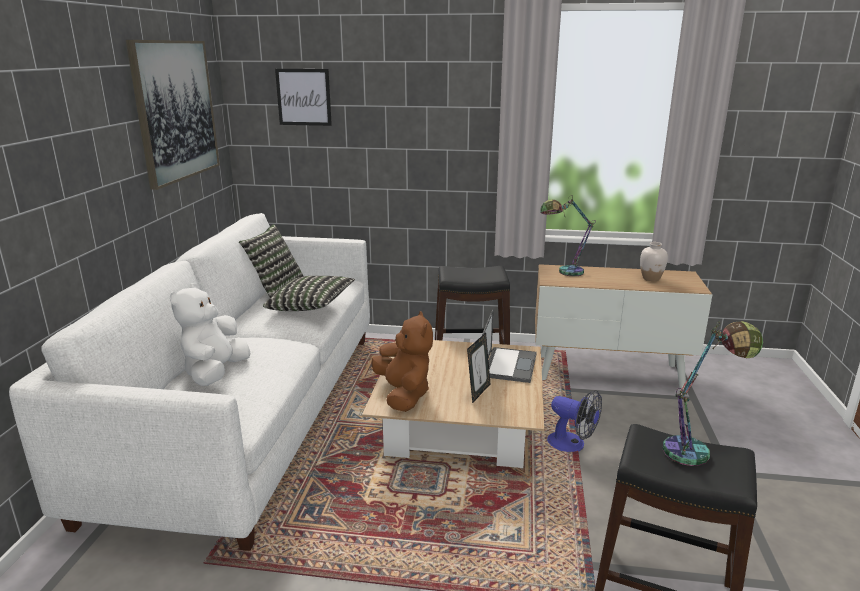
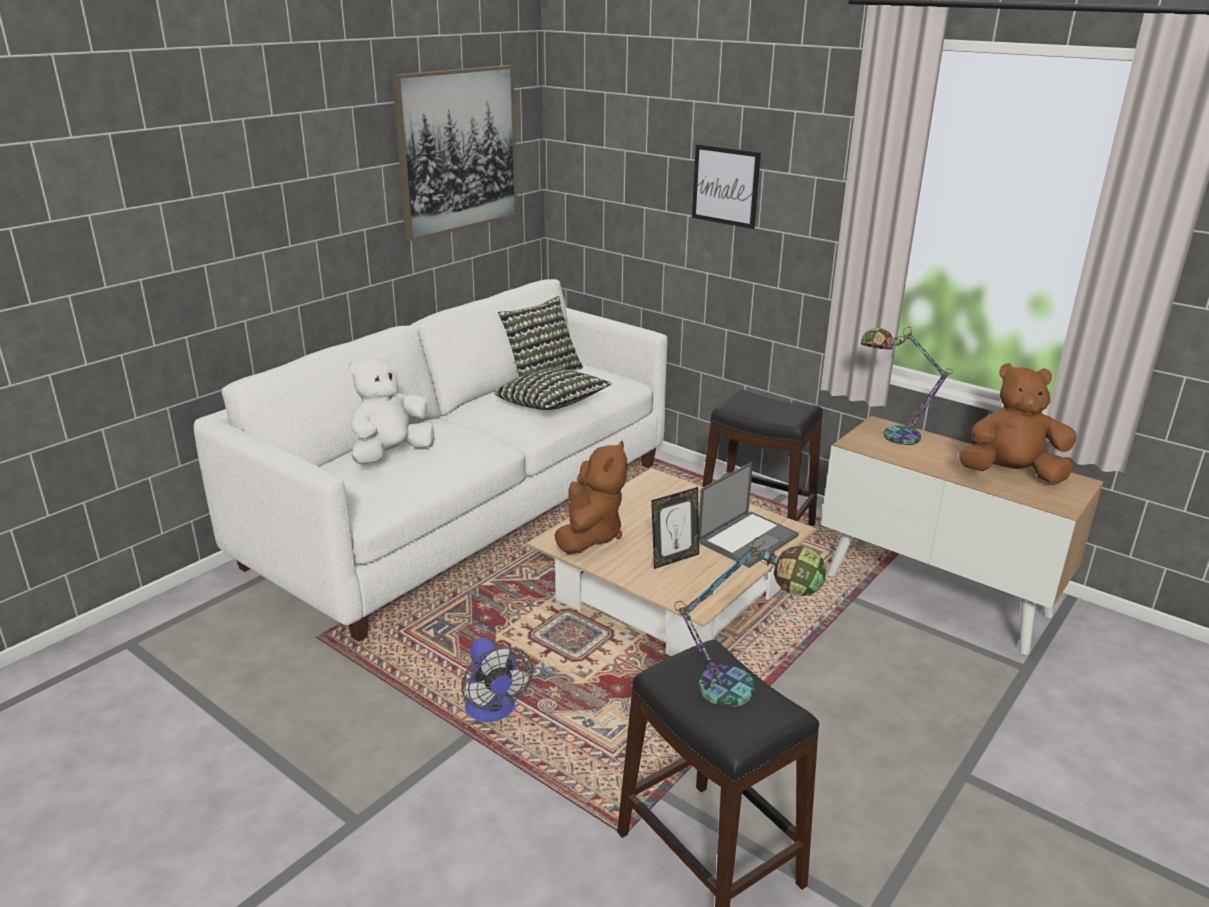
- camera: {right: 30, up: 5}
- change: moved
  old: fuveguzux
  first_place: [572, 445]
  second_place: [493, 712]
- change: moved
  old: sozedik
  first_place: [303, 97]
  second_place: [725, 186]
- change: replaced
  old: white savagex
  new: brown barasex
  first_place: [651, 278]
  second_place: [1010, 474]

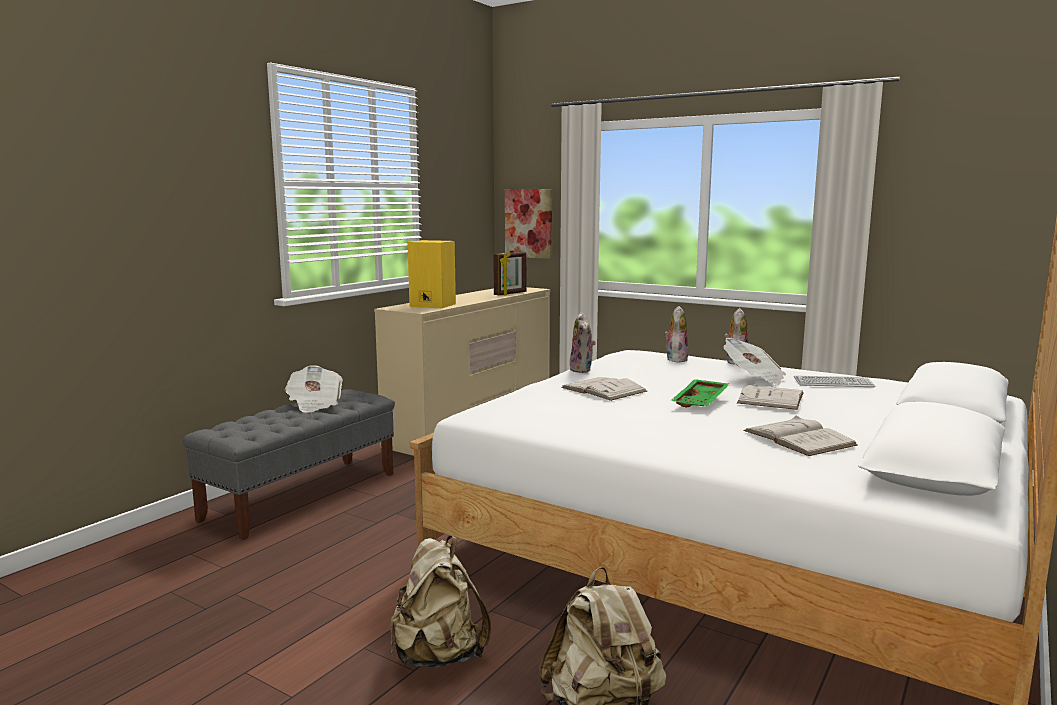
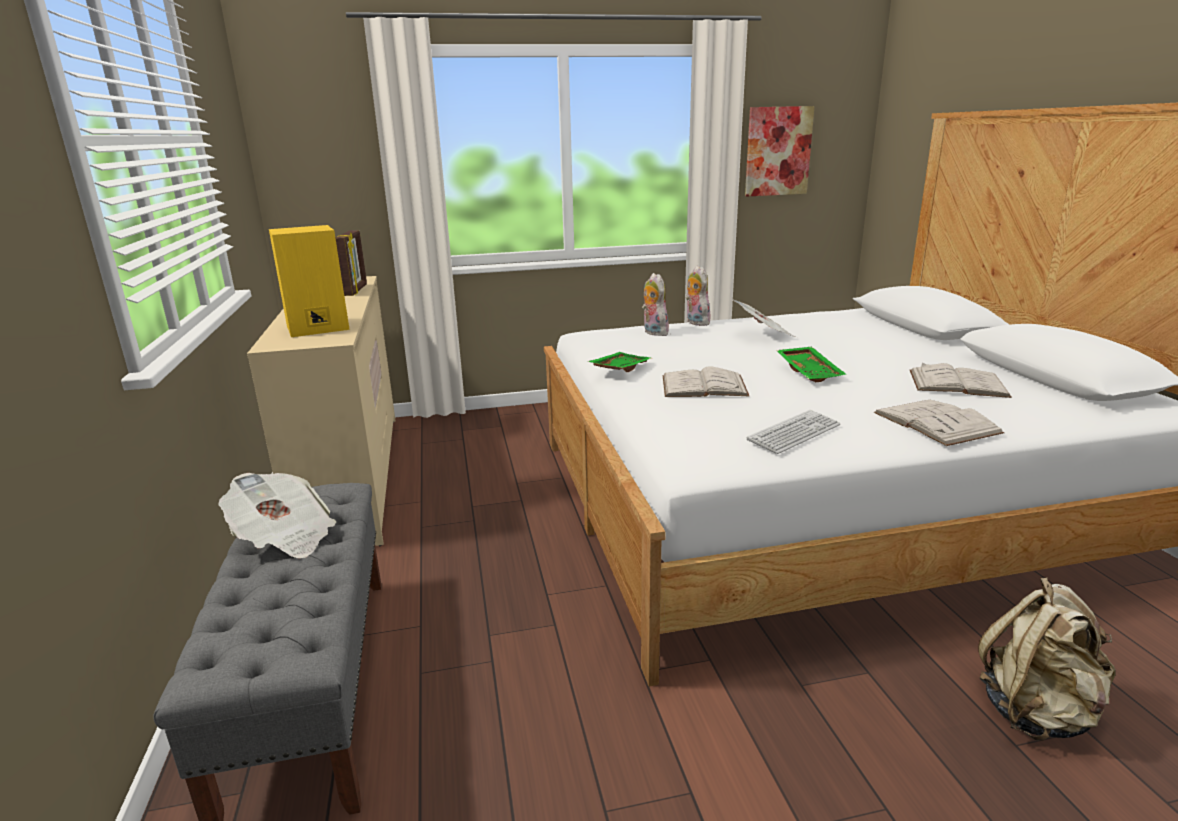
- camera: {right: -45, up: 10}
- change: replaced
  old: barasex
  new: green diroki
  first_place: [582, 370]
  second_place: [619, 369]
- change: moved
  old: sozedik
  first_place: [529, 223]
  second_place: [778, 151]
- change: moved
  old: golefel
  first_place: [833, 383]
  second_place: [794, 433]
- change: moved
  old: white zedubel
  first_place: [771, 398]
  second_place: [936, 422]
- change: removed
  old: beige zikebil
  first_place: [438, 655]

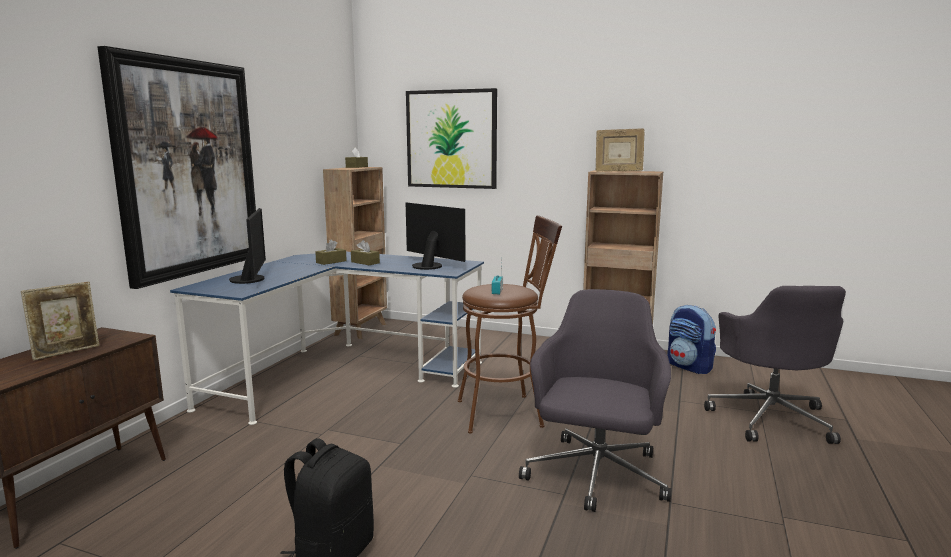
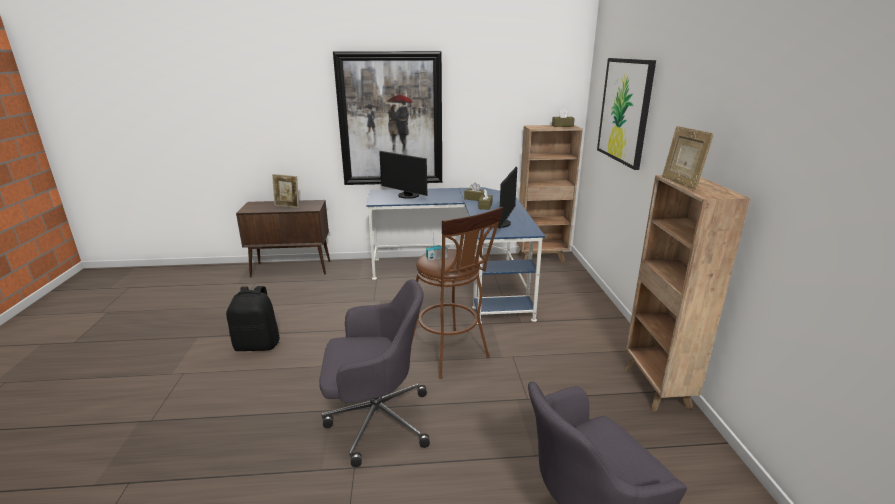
- camera: {right: 65, up: 10}
- change: turned
  old: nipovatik
  first_place: [251, 279]
  second_place: [407, 196]
  degrees: 75
- change: removed
  old: zikebil
  first_place: [689, 367]

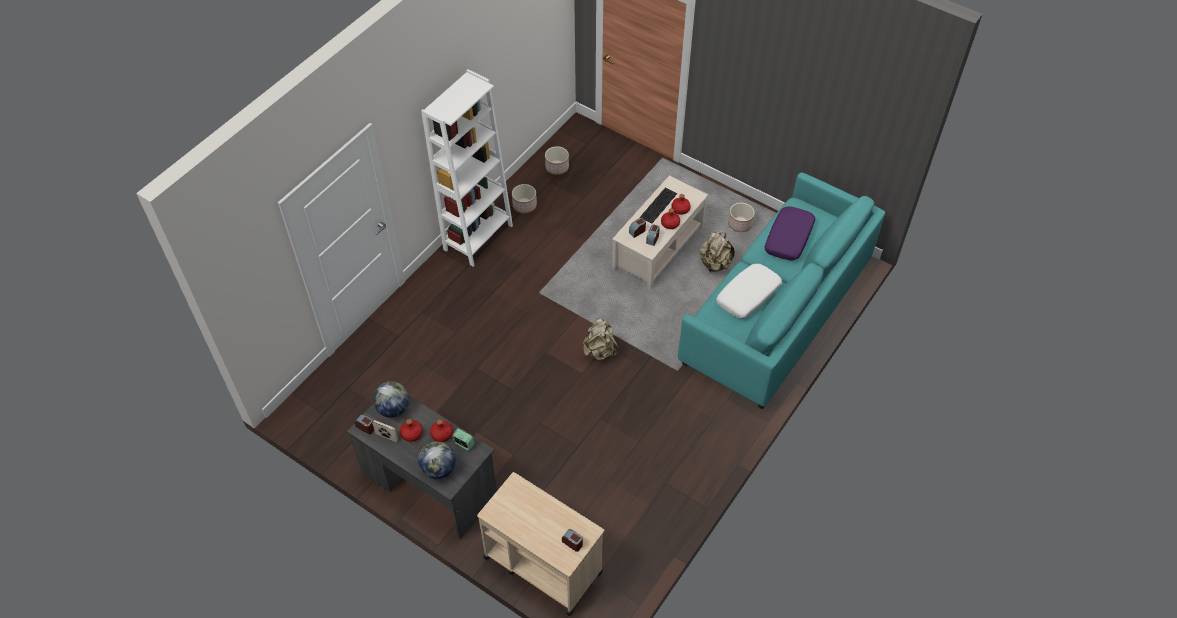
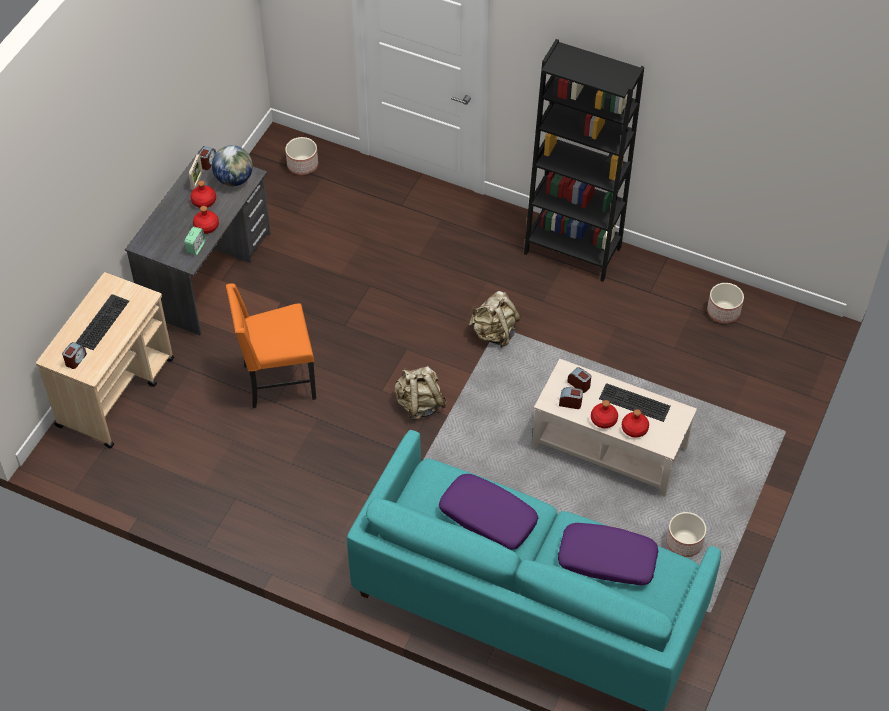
- camera: {right: 80, up: 0}
- change: added
  new: golefel
  second_place: [101, 321]
- change: added
  new: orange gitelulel
  second_place: [277, 381]
- change: moved
  old: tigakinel
  first_place: [524, 205]
  second_place: [303, 164]
- change: recoloured
  old: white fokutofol
  new: purple fokutofol
  first_place: [748, 296]
  second_place: [487, 517]
- change: moved
  old: beige zikebil
  first_place: [715, 264]
  second_place: [494, 333]
- change: recoloured
  old: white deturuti
  new: black deturuti
  first_place: [478, 237]
  second_place: [572, 250]
- change: removed
  old: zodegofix
  first_place: [438, 469]

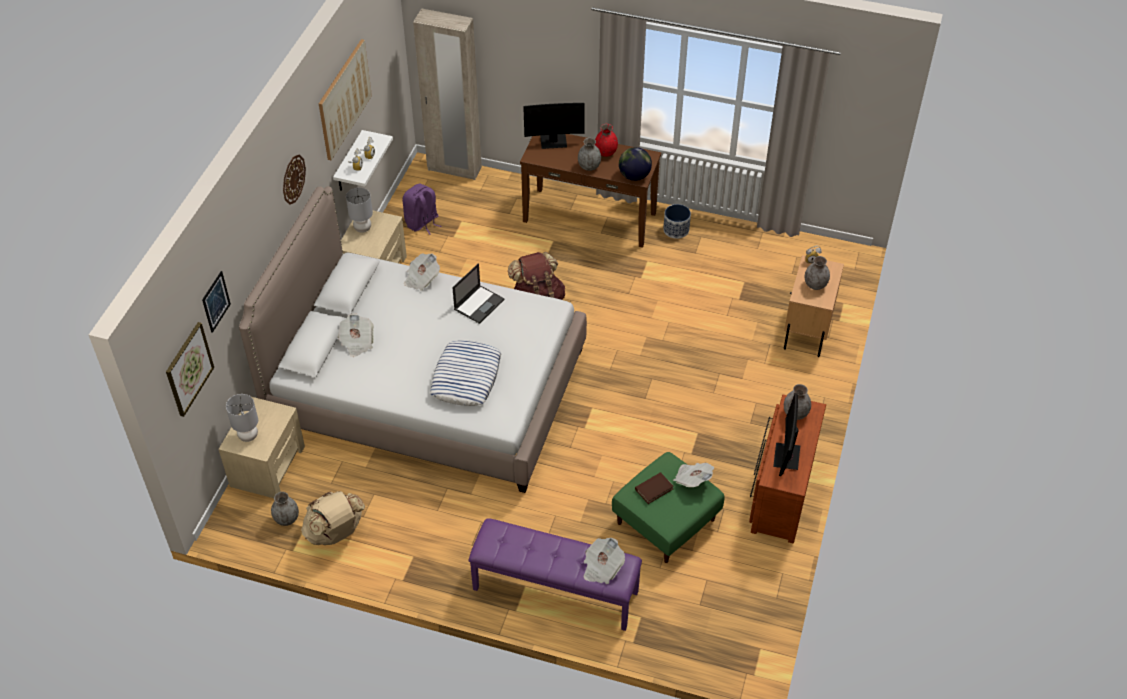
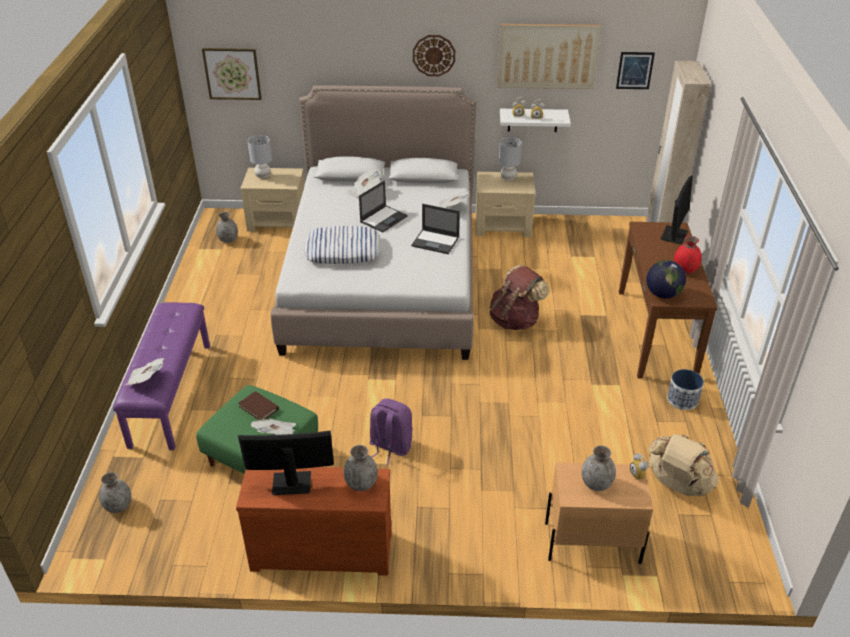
- camera: {right: 75, up: -10}
- change: moved
  old: grey savagex
  first_place: [589, 167]
  second_place: [118, 506]
- change: added
  new: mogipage
  second_place: [384, 219]
- change: moved
  old: purple zikebil
  first_place: [422, 223]
  second_place: [390, 447]
- change: moved
  old: sozedik
  first_place: [216, 301]
  second_place: [635, 70]
- change: moved
  old: beige zikebil
  first_place: [335, 533]
  second_place: [678, 485]
- change: turned
  old: nipovatik
  first_place: [553, 142]
  second_place: [674, 235]
  degrees: -135

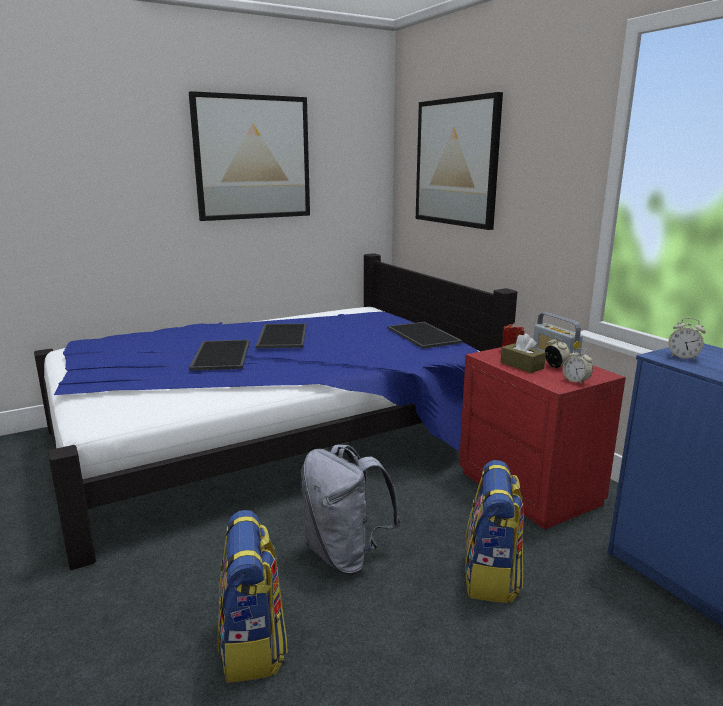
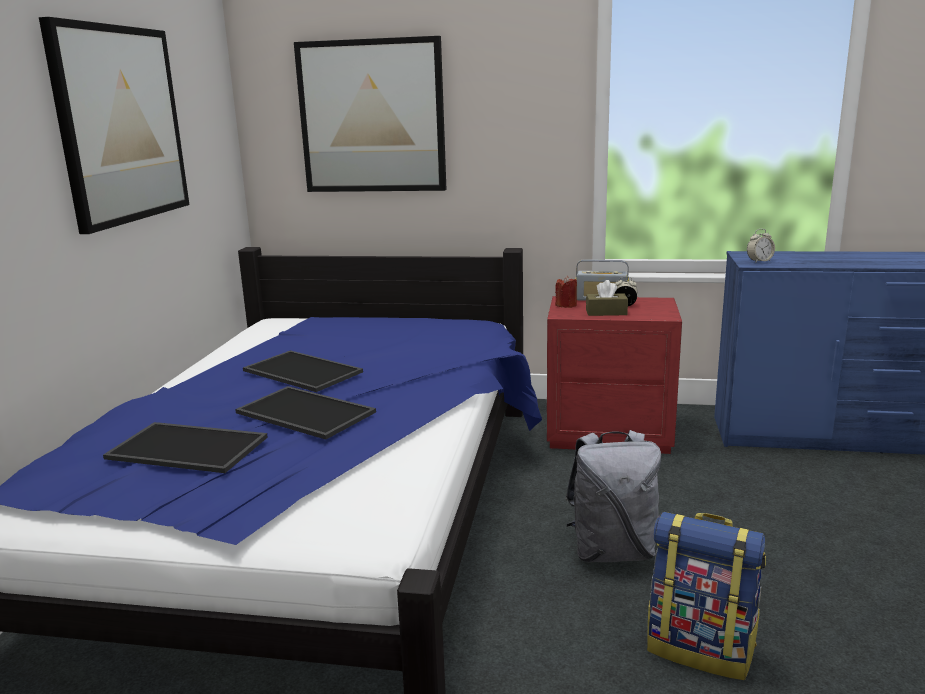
- camera: {right: -50, up: 0}
- change: moved
  old: diroki
  first_place: [424, 335]
  second_place: [190, 447]
- change: removed
  old: zikebil
  first_place: [492, 576]
- change: removed
  old: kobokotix
  first_place: [576, 381]

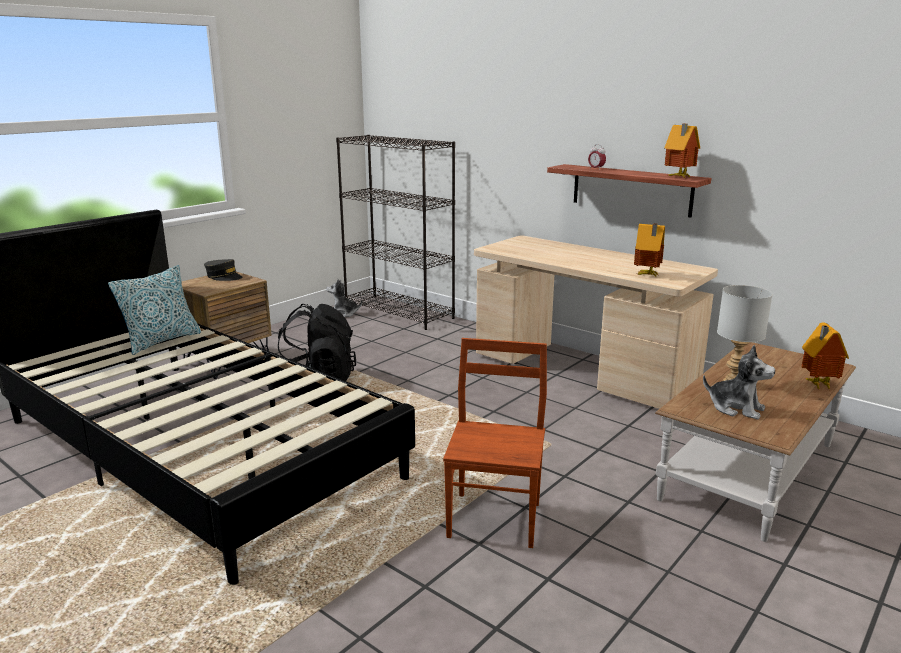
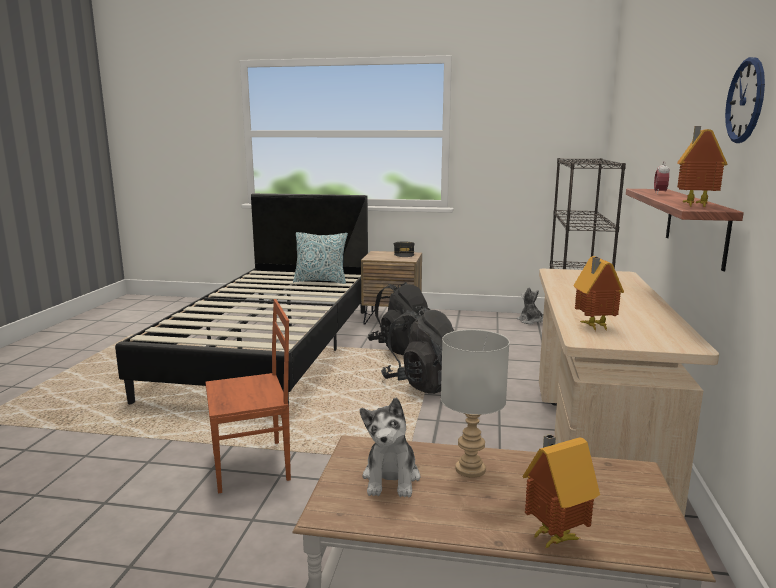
- camera: {right: 60, up: -5}
- change: added
  new: black zikebil
  second_place: [422, 384]
- change: added
  new: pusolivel
  second_place: [745, 101]

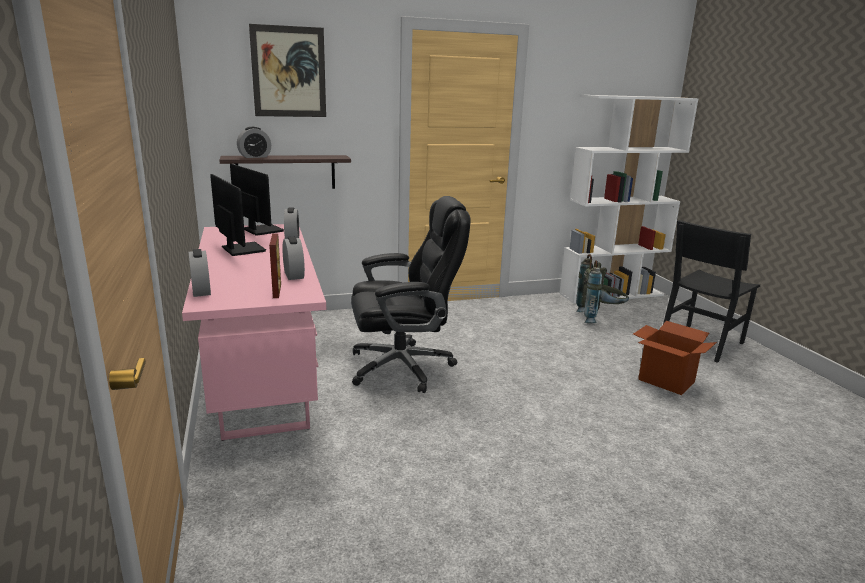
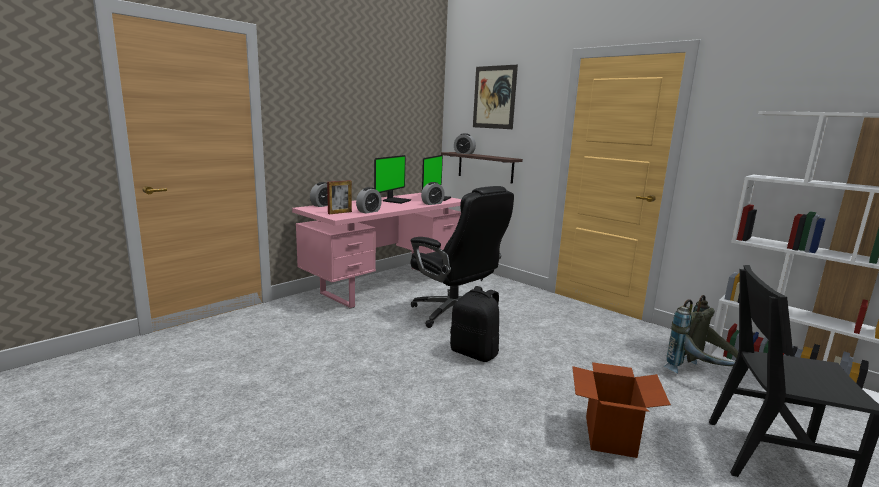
- camera: {right: 60, up: -5}
- change: added
  new: black zikebil
  second_place: [475, 353]

